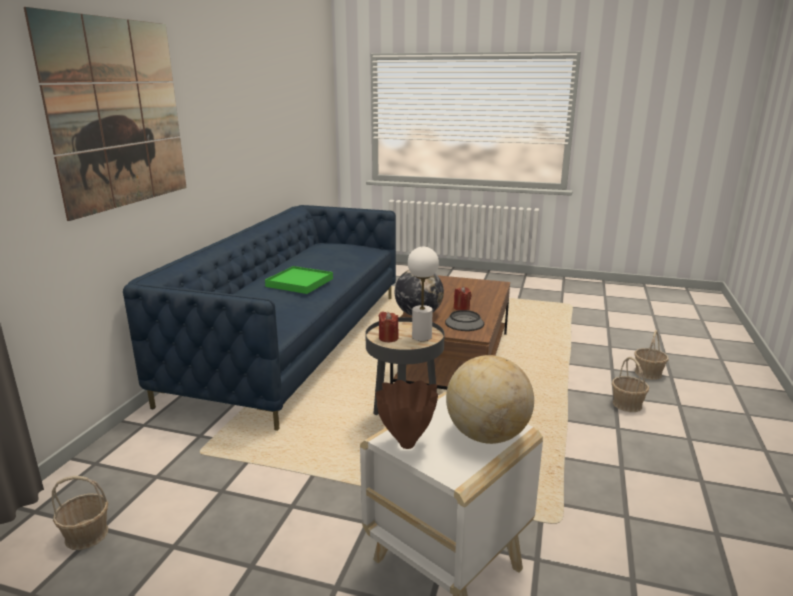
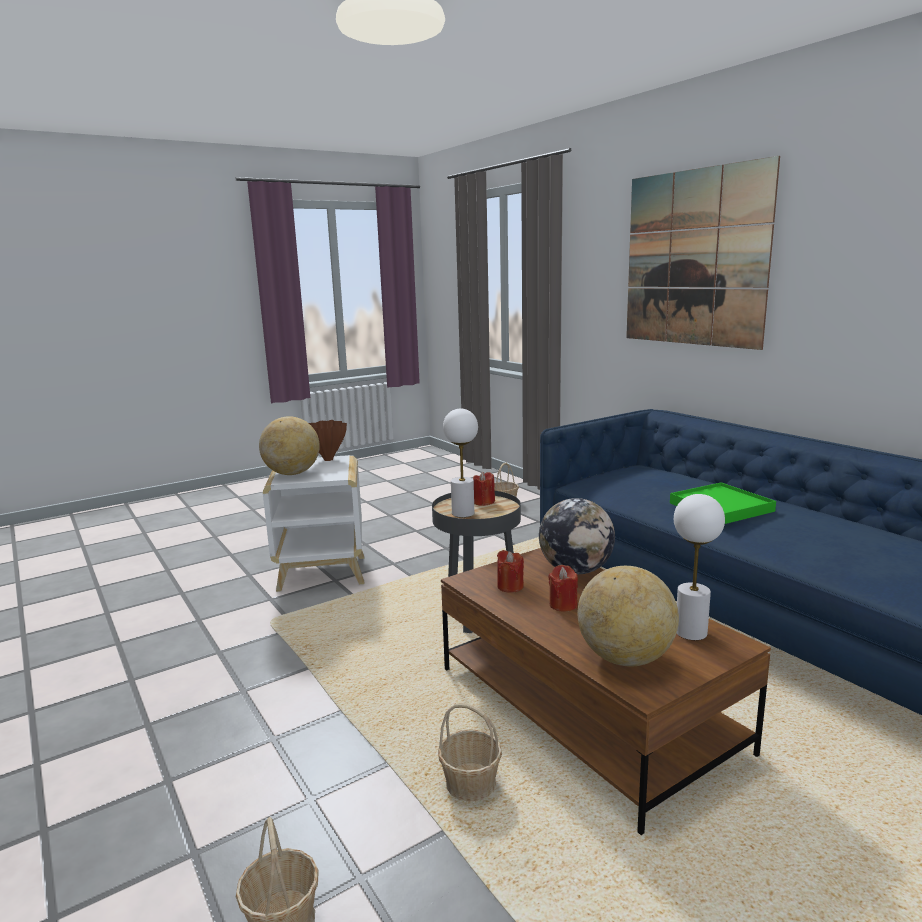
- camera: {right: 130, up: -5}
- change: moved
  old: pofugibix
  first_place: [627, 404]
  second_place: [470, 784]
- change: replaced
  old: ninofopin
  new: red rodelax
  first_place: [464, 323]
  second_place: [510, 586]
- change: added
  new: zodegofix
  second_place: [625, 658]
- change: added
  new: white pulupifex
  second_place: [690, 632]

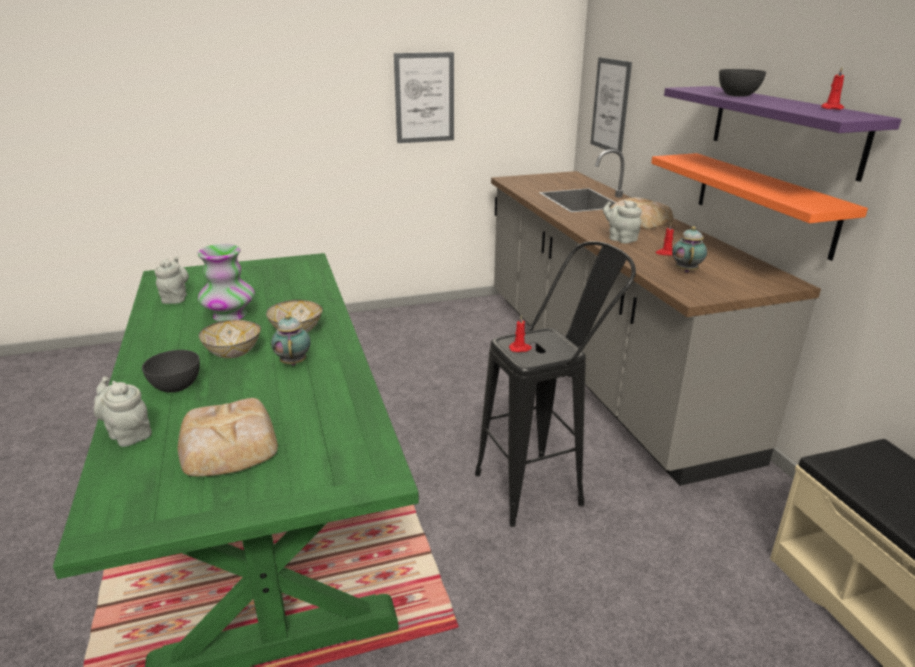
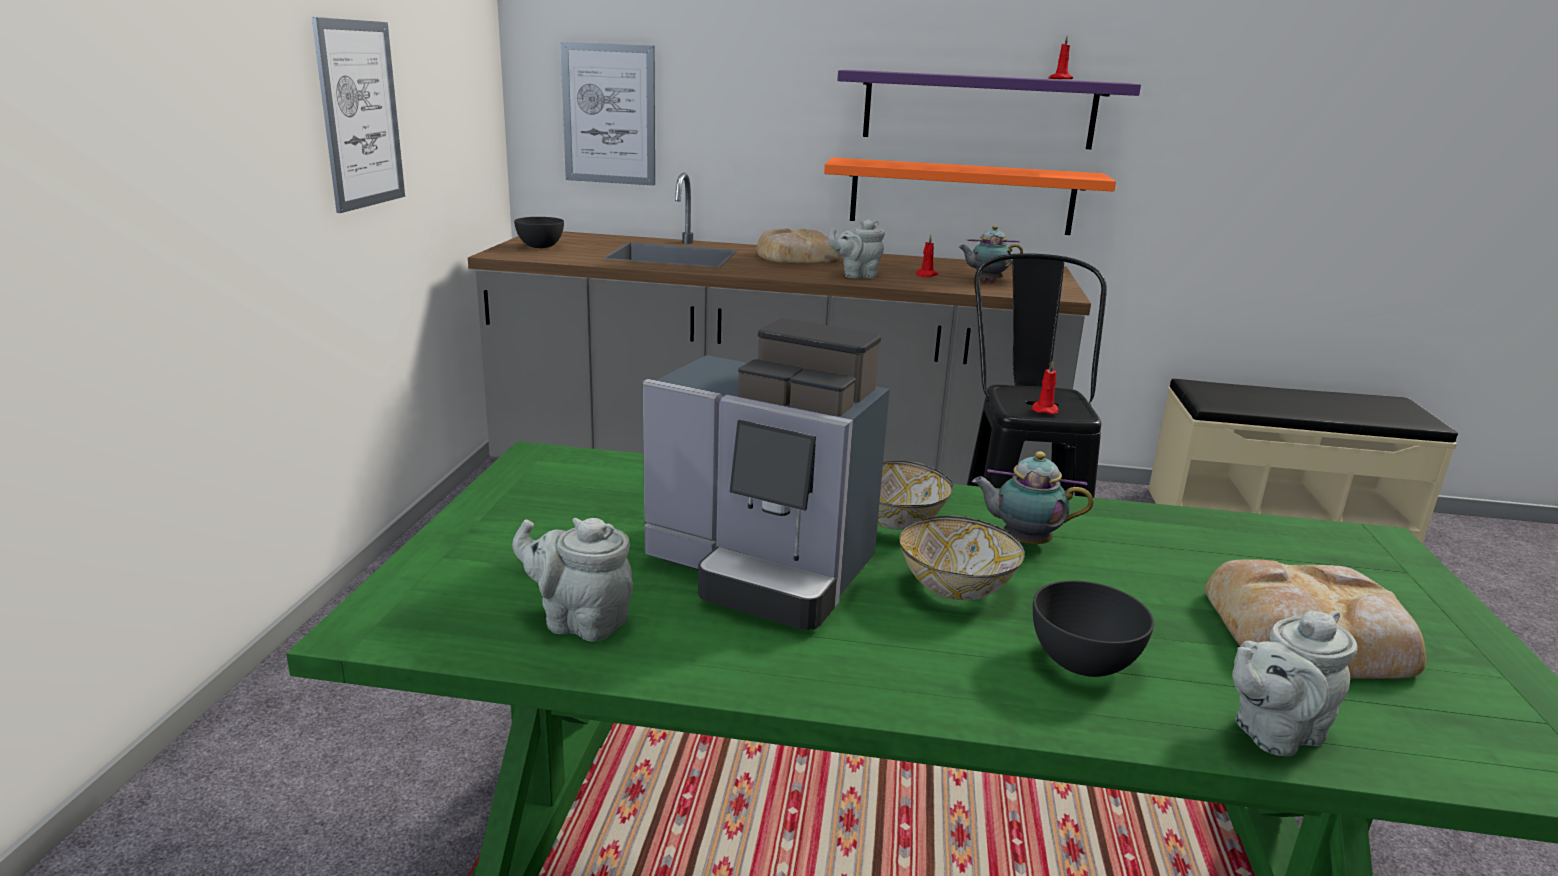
- camera: {right: -65, up: -5}
- change: moved
  old: grey ninofopin
  first_place: [738, 95]
  second_place: [540, 246]
- change: replaced
  old: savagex
  new: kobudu
  first_place: [230, 316]
  second_place: [763, 570]
- change: turned
  old: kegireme
  first_place: [686, 270]
  second_place: [985, 281]
  degrees: -45

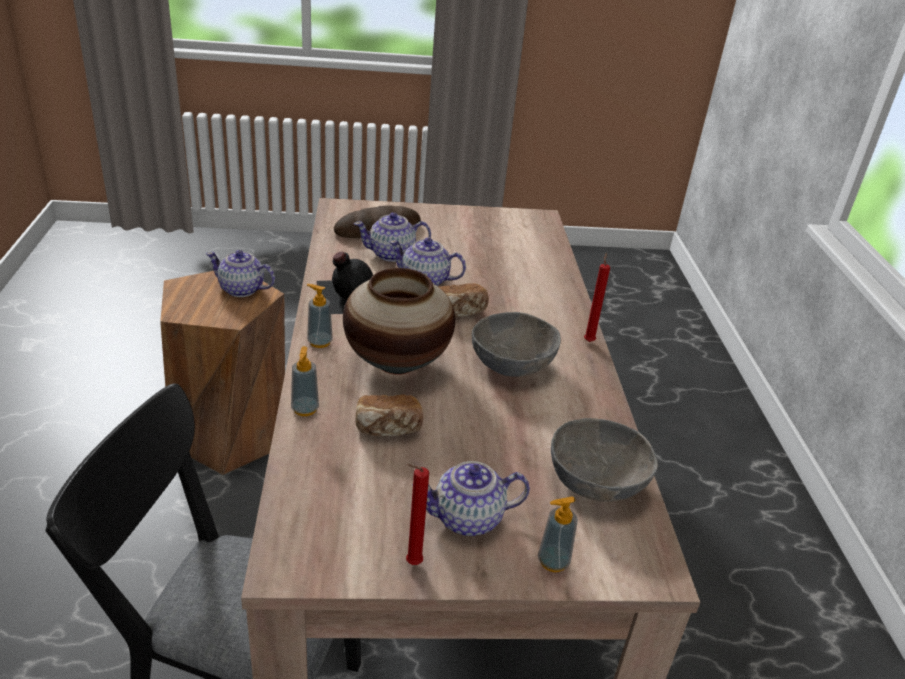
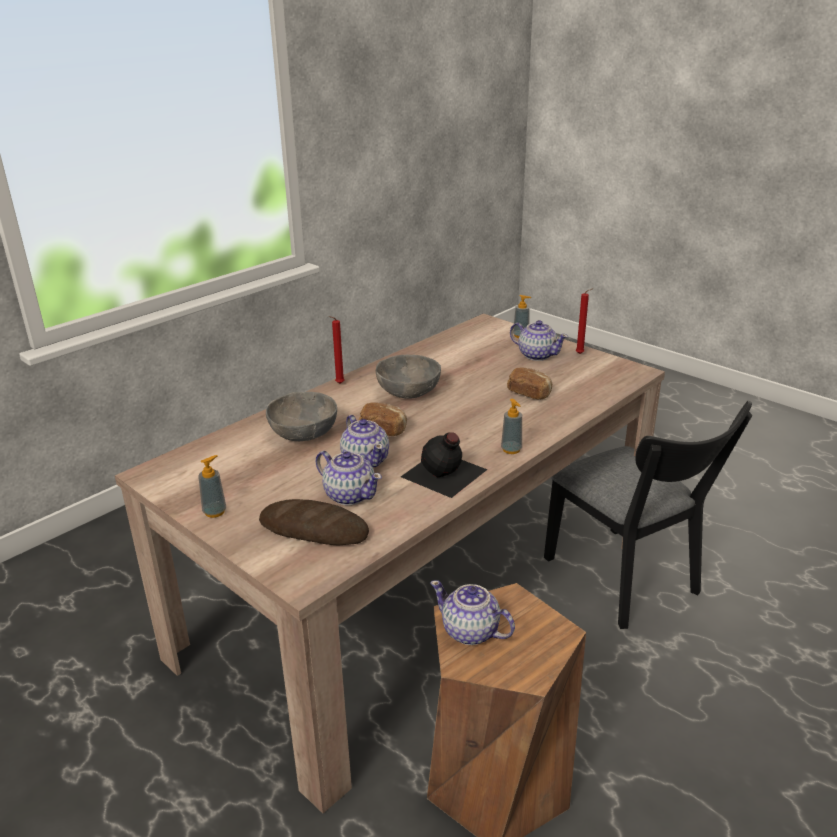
- camera: {right: -130, up: -5}
- change: moved
  old: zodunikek
  first_place: [305, 409]
  second_place: [215, 512]
- change: moved
  old: grey ninofopin
  first_place: [596, 482]
  second_place: [303, 433]
- change: turned
  old: kegireme
  first_place: [242, 289]
  second_place: [471, 632]
  degrees: 150
- change: removed
  old: savagex
  first_place: [397, 362]

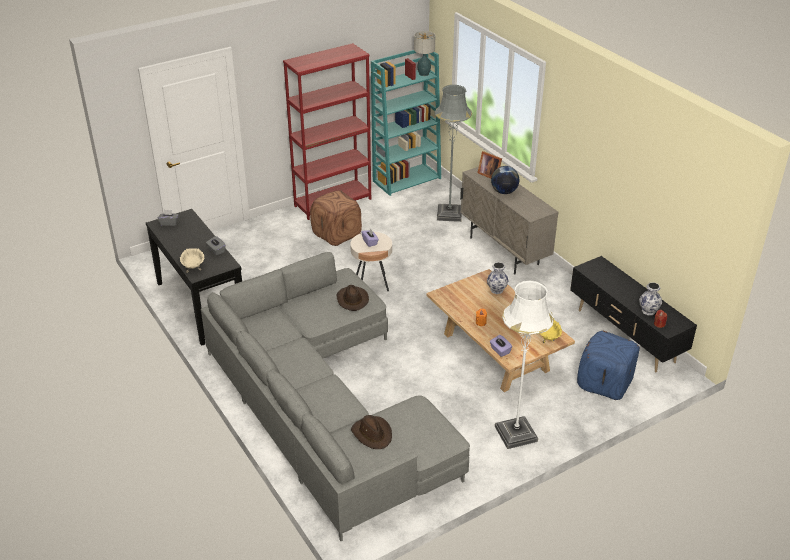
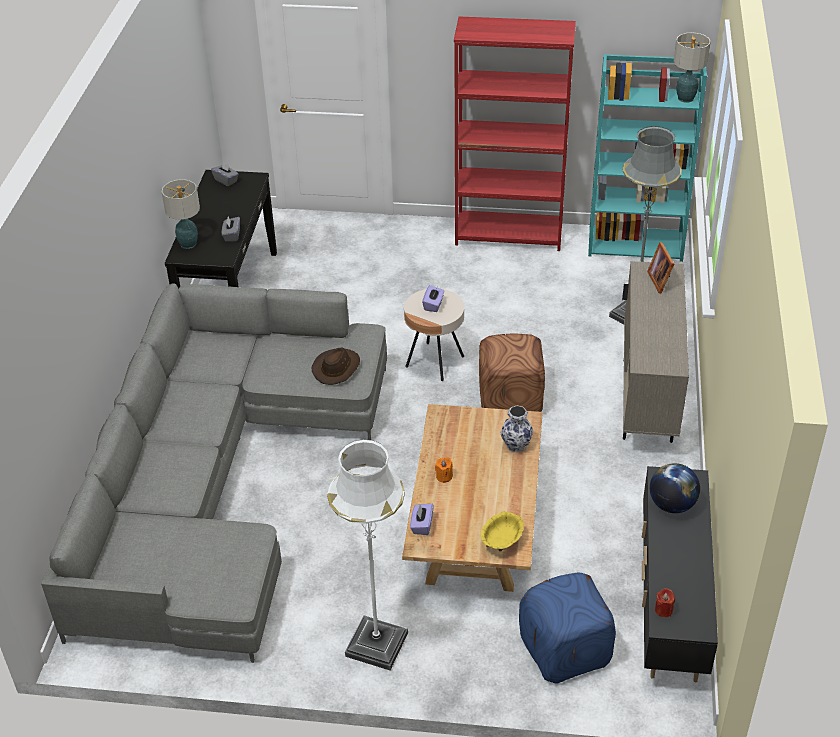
- camera: {right: 40, up: 5}
- change: replaced
  old: beige ninofopin
  new: pulupifex
  first_place: [193, 266]
  second_place: [188, 243]
- change: moved
  old: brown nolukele
  first_place: [336, 234]
  second_place: [509, 398]
- change: moved
  old: zodegofix
  first_place: [504, 192]
  second_place: [672, 505]
- change: removed
  old: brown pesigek
  first_place: [372, 434]
- change: removed
  old: savagex
  first_place: [648, 311]

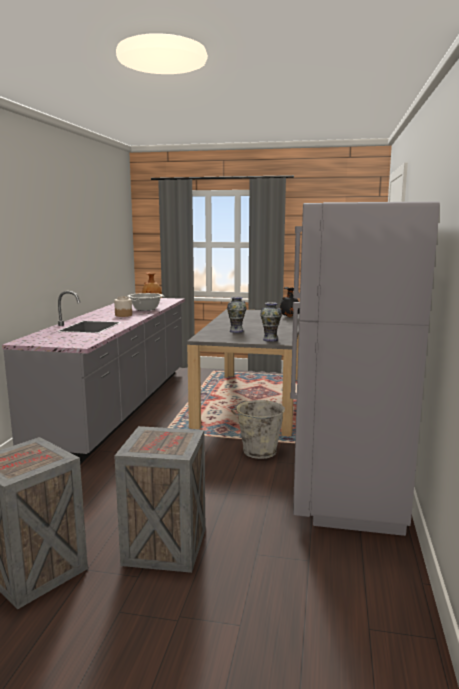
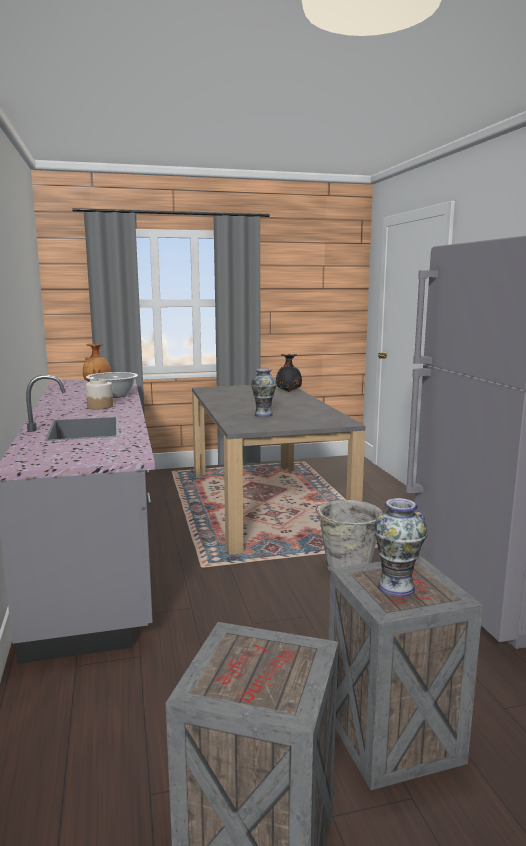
- camera: {right: -25, up: 0}
- change: moved
  old: savagex
  first_place: [270, 339]
  second_place: [396, 587]

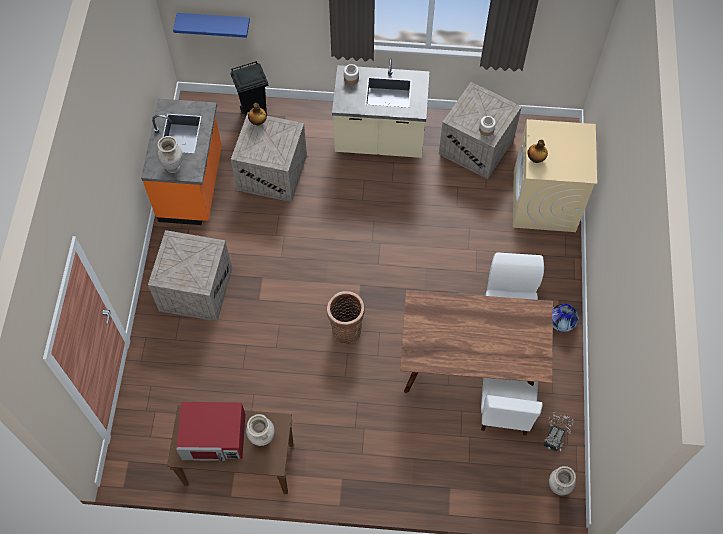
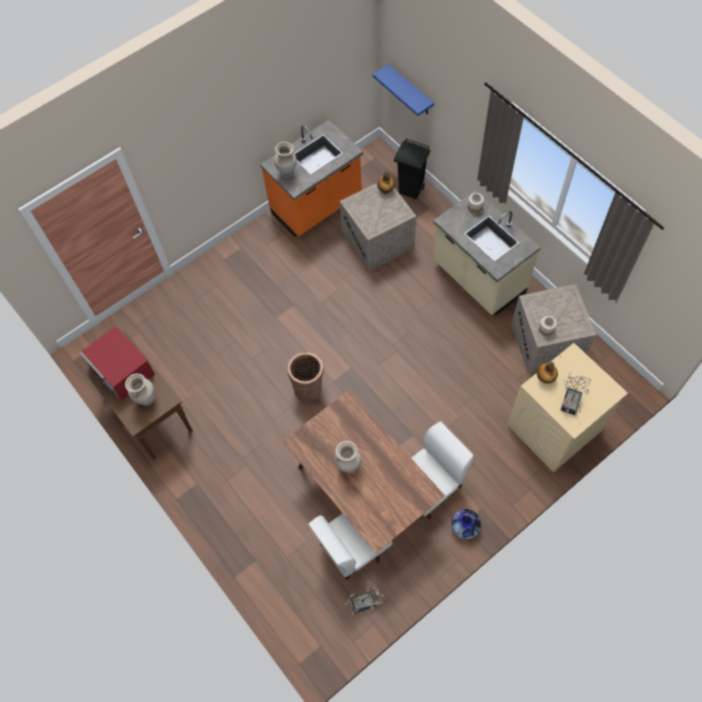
- camera: {right: 50, up: 0}
- change: moved
  old: beige savagex
  first_place: [558, 487]
  second_place: [349, 466]
- change: added
  new: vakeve
  second_place: [571, 400]
- change: removed
  old: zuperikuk
  first_place: [195, 288]

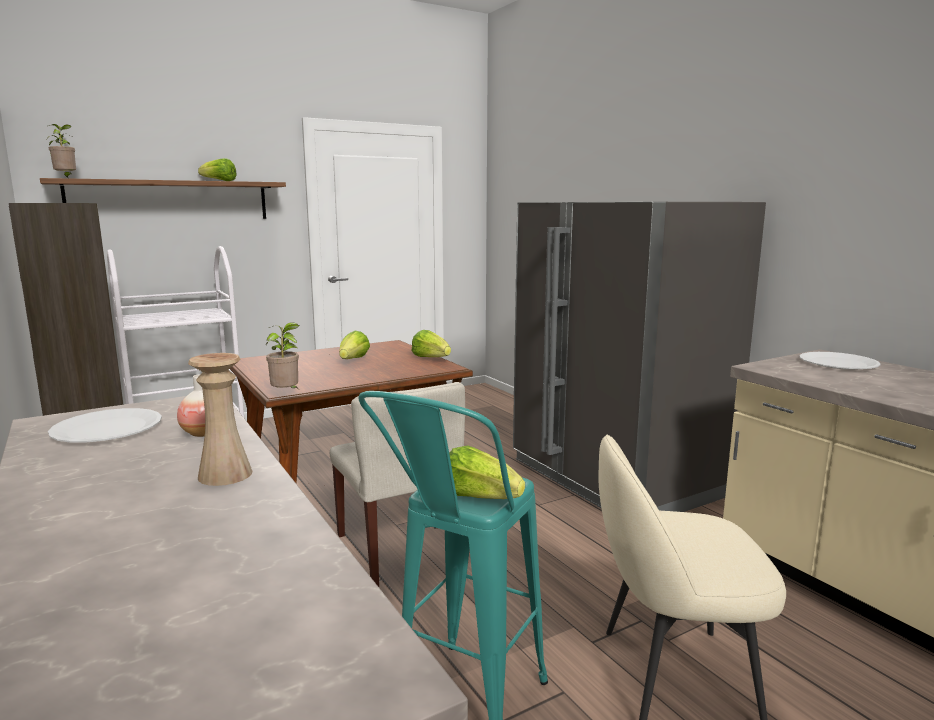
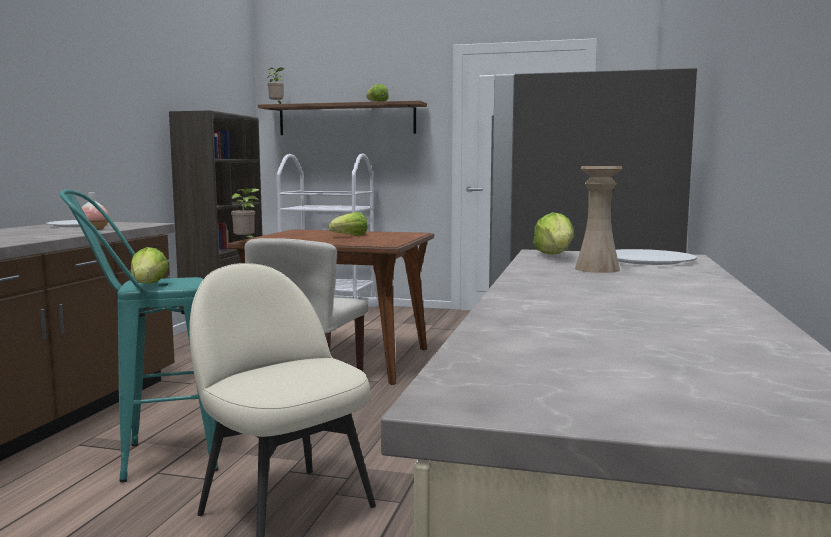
- camera: {right: 45, up: -5}
- change: moved
  old: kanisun
  first_place: [431, 358]
  second_place: [555, 256]
- change: moved
  old: beige savagex
  first_place: [225, 474]
  second_place: [597, 269]

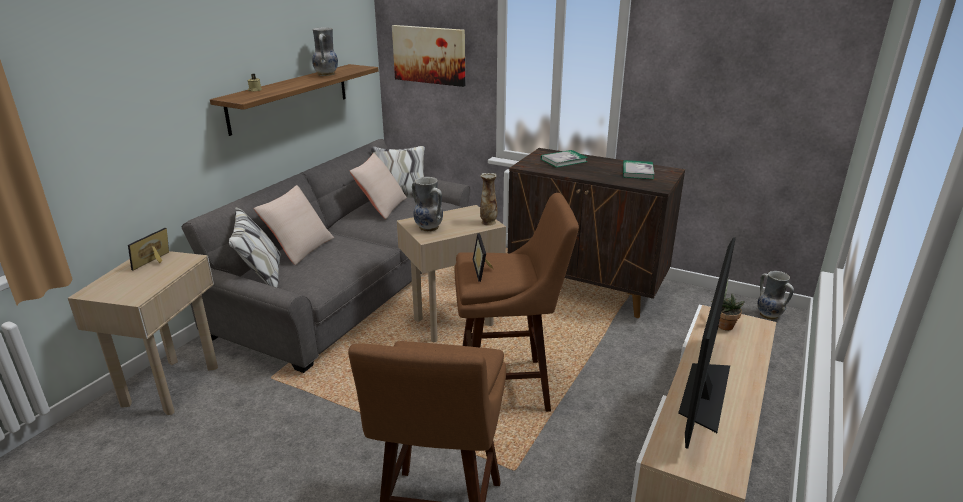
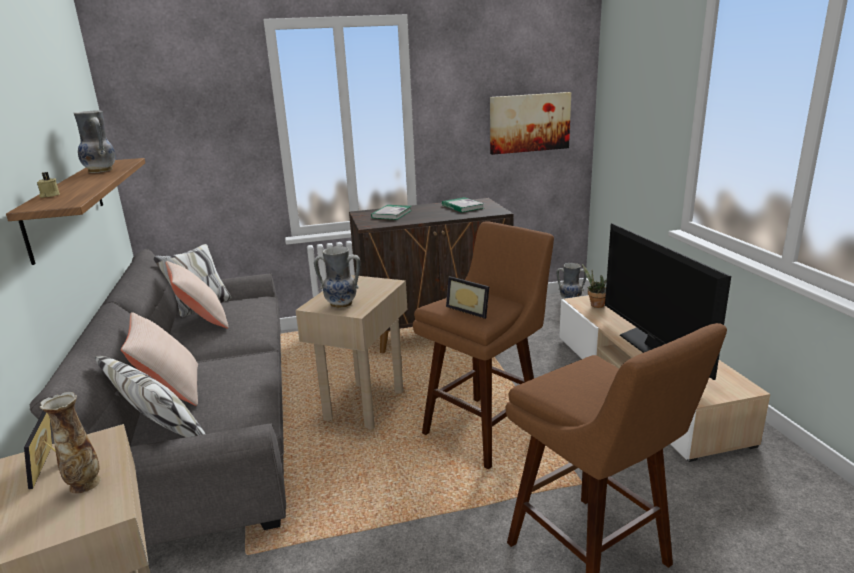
- camera: {right: -40, up: -5}
- change: moved
  old: savagex
  first_place: [488, 222]
  second_place: [84, 483]
- change: moved
  old: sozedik
  first_place: [429, 55]
  second_place: [529, 123]

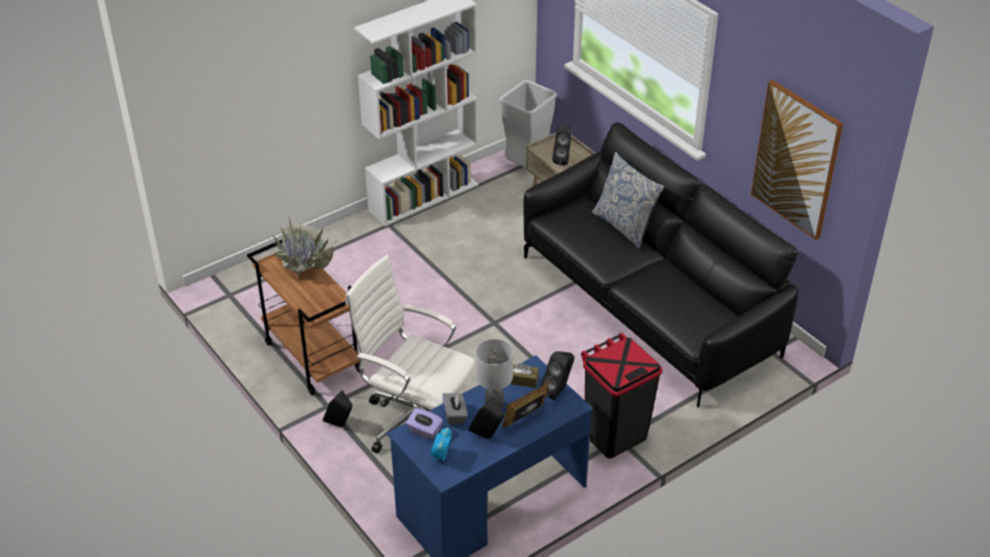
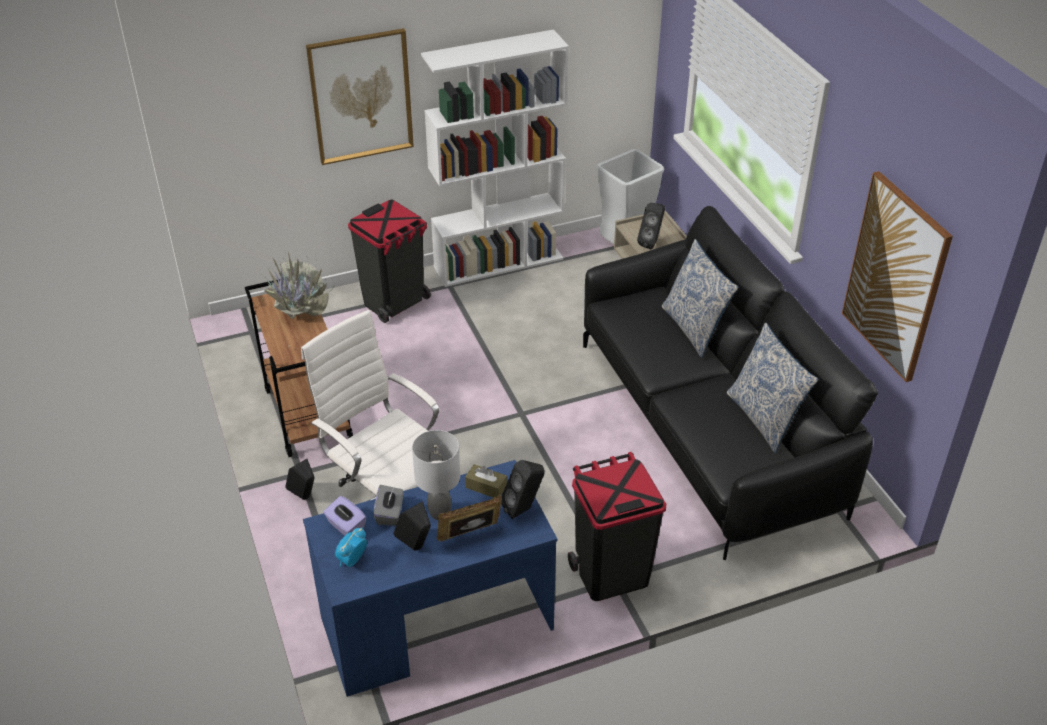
- camera: {right: 15, up: 0}
- change: added
  new: sozedik
  second_place: [361, 96]
- change: added
  new: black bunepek
  second_place: [395, 303]
- change: added
  new: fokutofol
  second_place: [764, 418]

